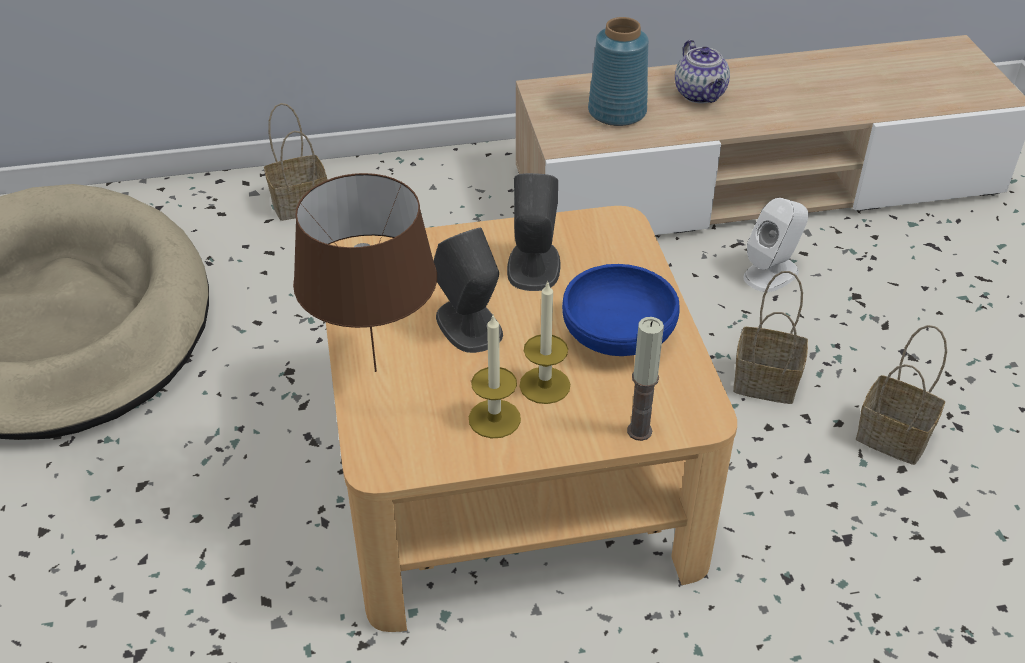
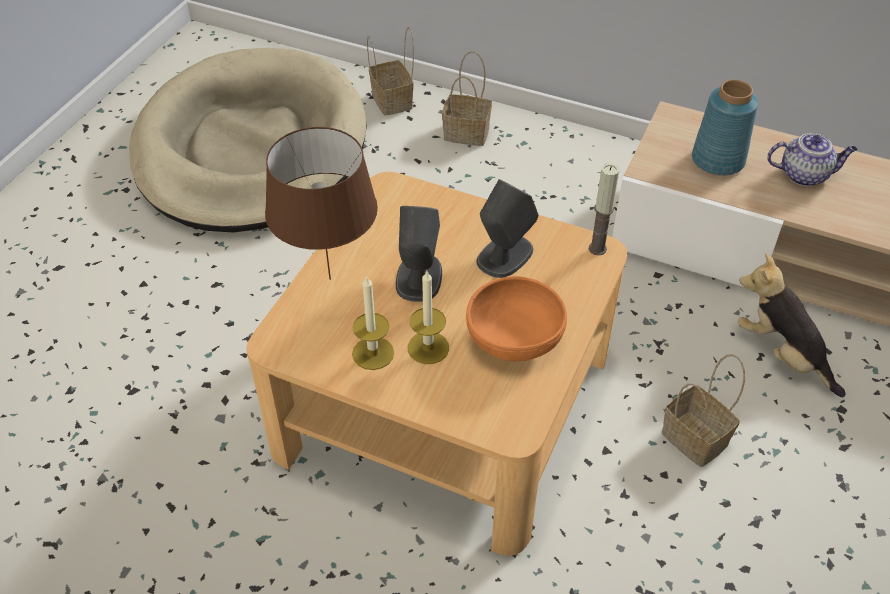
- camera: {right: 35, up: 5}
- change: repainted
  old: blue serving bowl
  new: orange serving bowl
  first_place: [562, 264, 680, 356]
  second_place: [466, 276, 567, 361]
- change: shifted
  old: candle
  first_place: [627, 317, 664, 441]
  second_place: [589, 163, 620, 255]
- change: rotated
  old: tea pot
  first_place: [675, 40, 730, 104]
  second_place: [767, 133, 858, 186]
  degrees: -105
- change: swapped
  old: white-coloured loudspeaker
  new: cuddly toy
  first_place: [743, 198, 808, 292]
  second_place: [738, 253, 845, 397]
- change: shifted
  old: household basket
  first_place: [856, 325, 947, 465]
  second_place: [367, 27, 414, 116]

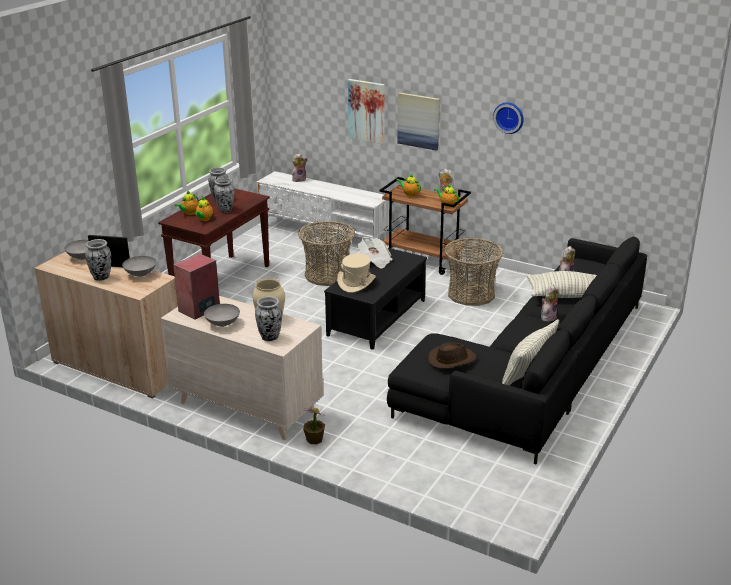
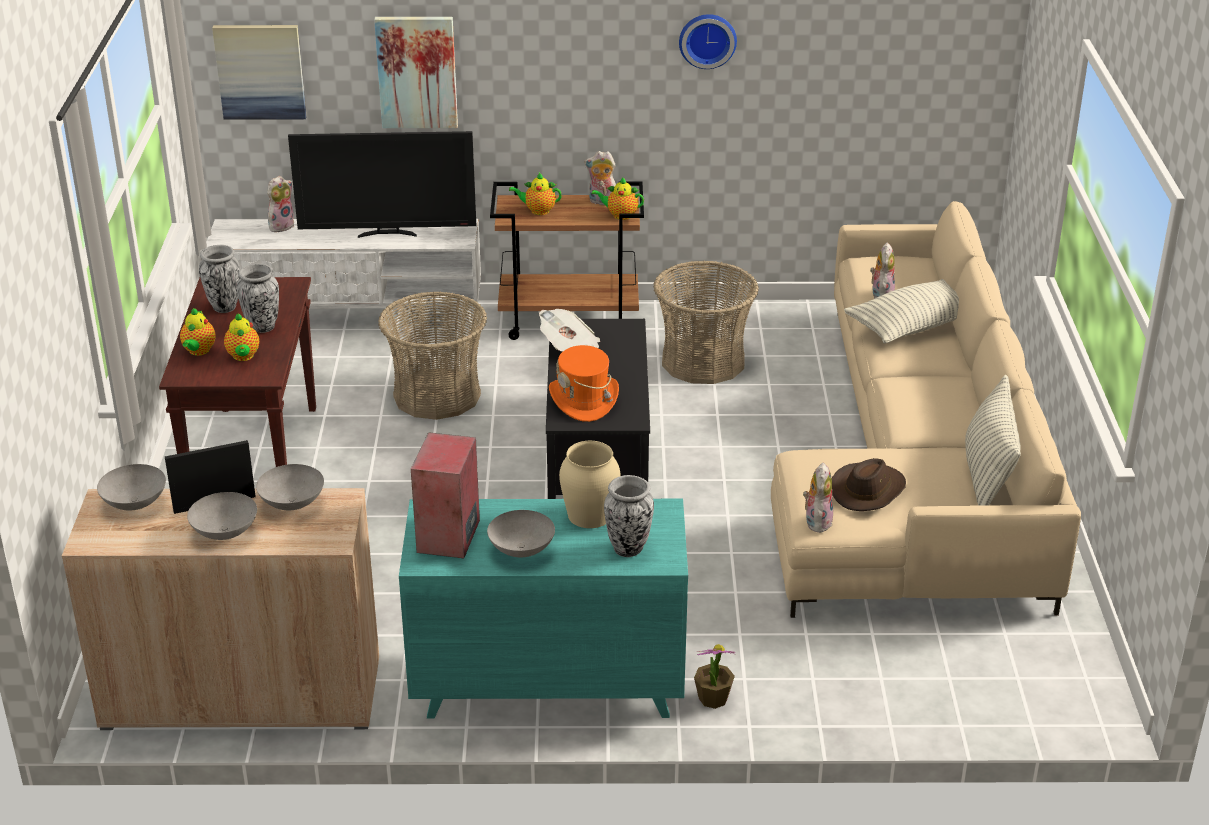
- camera: {right: -30, up: 5}
- change: swapped
  old: decorative vase
  new: grey serving bowl
  first_place: [85, 239, 111, 281]
  second_place: [187, 492, 257, 540]
- change: repainted
  old: beige drawer chest
  new: turquoise drawer chest
  first_place: [160, 296, 323, 440]
  second_place: [399, 499, 688, 719]
- change: repainted
  old: beige wearable hat
  new: orange wearable hat
  first_place: [337, 254, 376, 293]
  second_place: [549, 345, 619, 422]
- change: repainted
  old: black sofa
  new: beige sofa
  first_place: [387, 237, 647, 464]
  second_place: [771, 201, 1081, 618]
- change: shifted
  old: wall picture
  first_place: [397, 92, 440, 151]
  second_place: [212, 25, 307, 120]
- change: shifted
  old: cuddly toy
  first_place: [541, 285, 558, 322]
  second_place: [803, 462, 833, 533]
- change: new
  new: TV
  second_place: [288, 131, 476, 238]

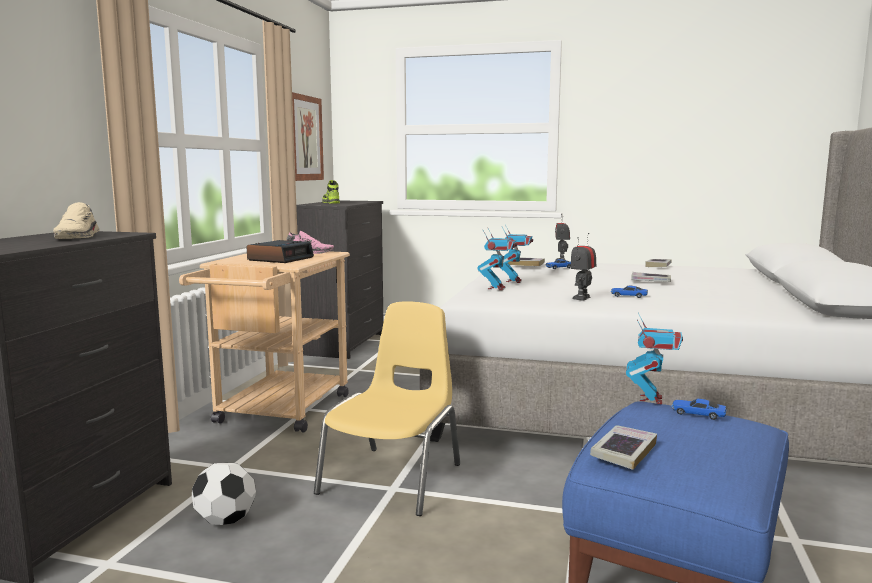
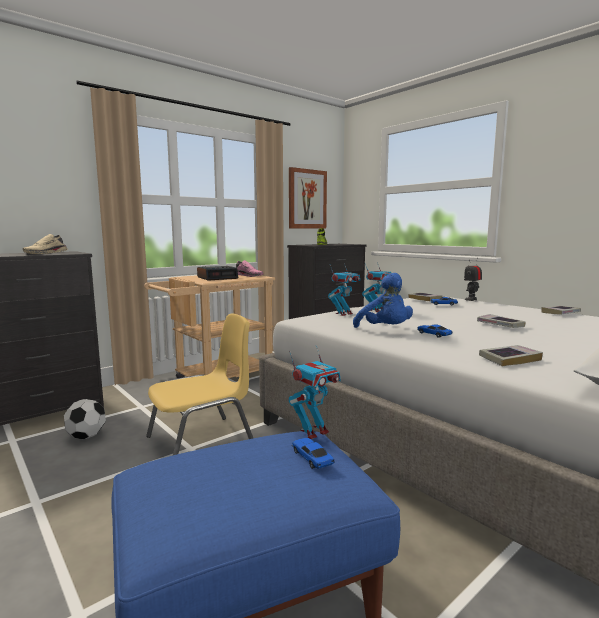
- camera: {right: 35, up: 0}
- change: swapped
  old: robot figure
  new: blue cuddly toy
  first_place: [571, 233, 596, 301]
  second_place: [353, 273, 413, 328]
- change: shifted
  old: bound book
  first_place: [590, 425, 657, 470]
  second_place: [479, 345, 543, 366]

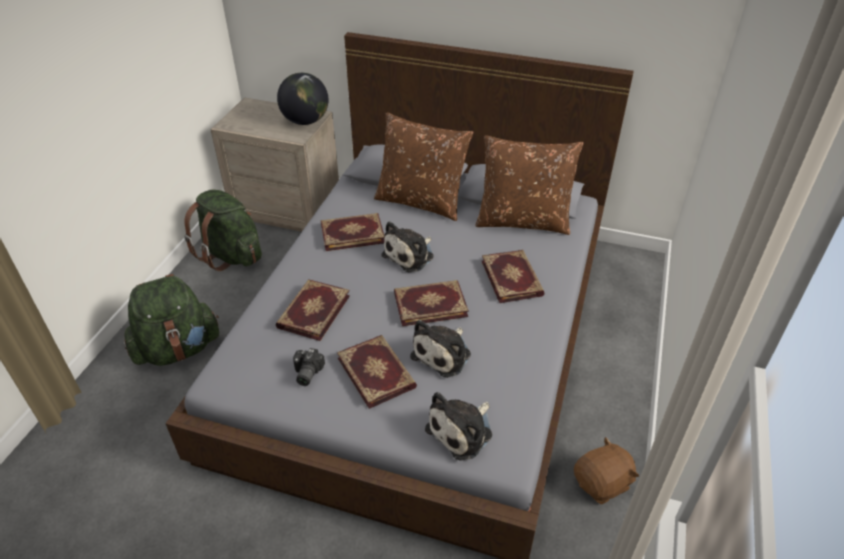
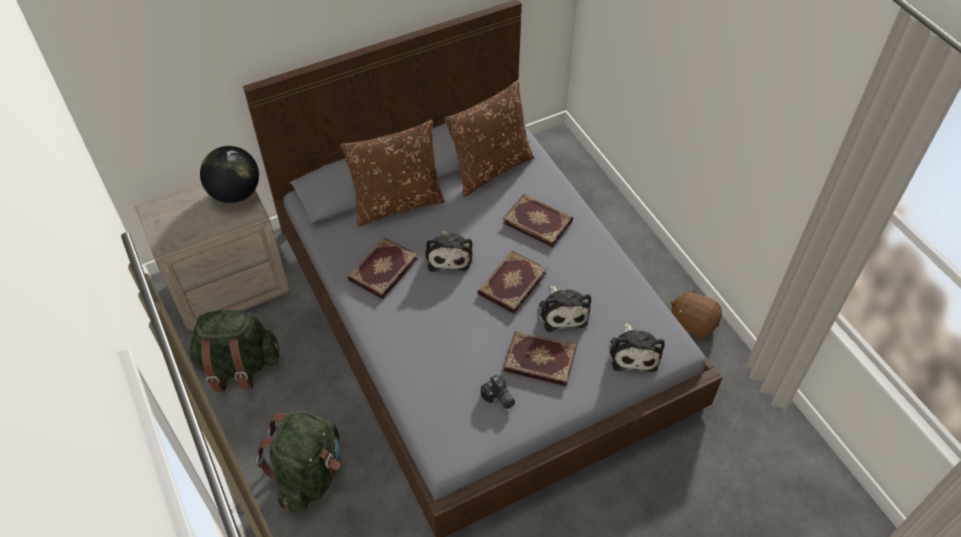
- camera: {right: -45, up: 10}
- change: gone
  old: bound book
  first_place: [276, 279, 350, 341]
- change: rotated
  old: brown cuddly toy
  first_place: [574, 437, 639, 504]
  second_place: [671, 288, 722, 339]
  degrees: -75

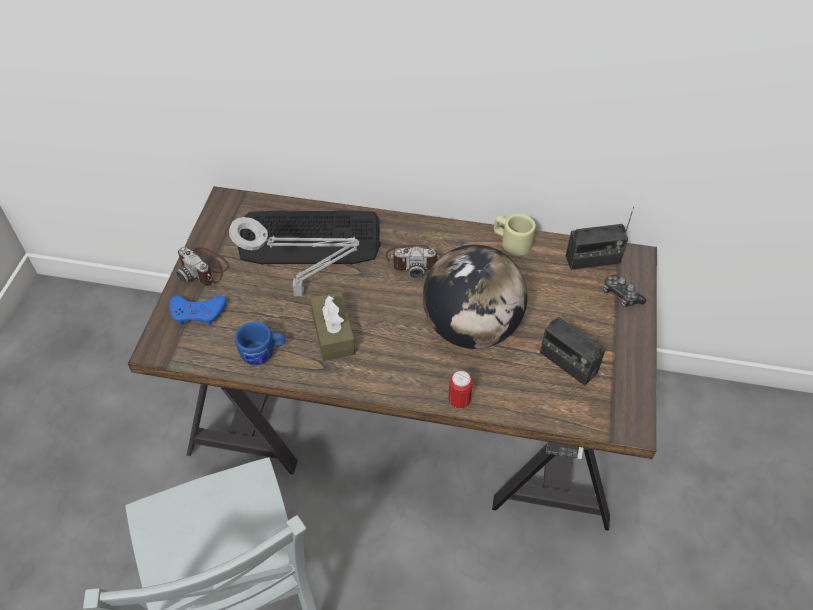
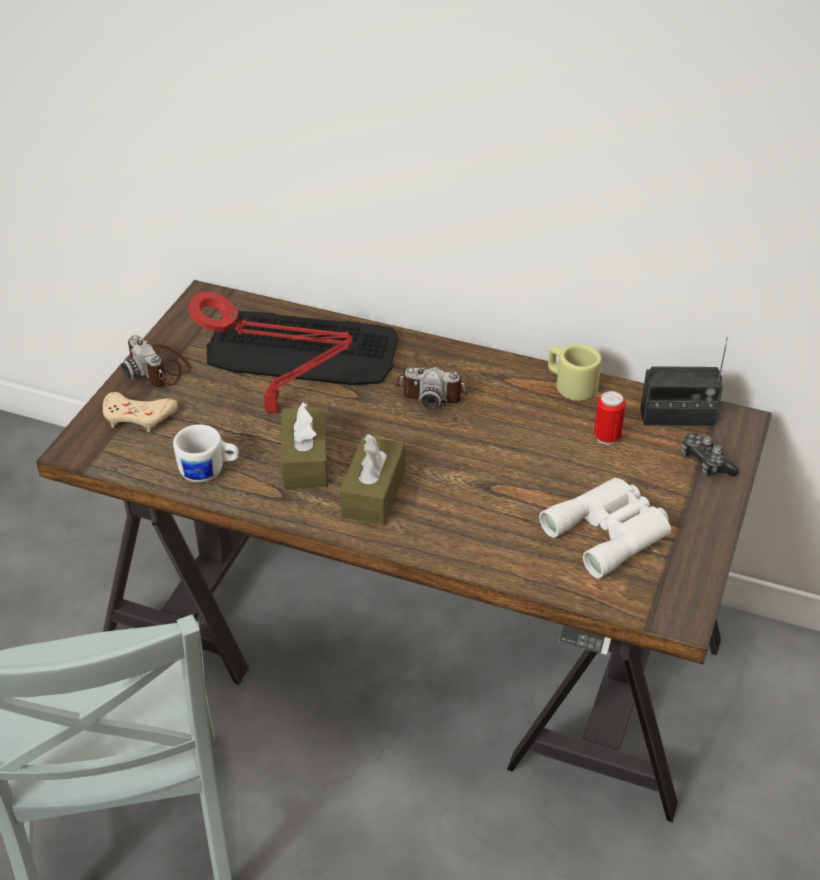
- camera: {right: 10, up: -10}
- change: repainted
  old: blue gamepad
  new: beige gamepad
  first_place: [169, 295, 227, 326]
  second_place: [103, 392, 178, 432]
- change: repainted
  old: grey lamp for a table
  new: reddish lamp for a table
  first_place: [229, 217, 359, 296]
  second_place: [188, 292, 353, 414]
- change: repainted
  old: blue tea mug
  new: white-coloured tea mug
  first_place: [235, 322, 285, 365]
  second_place: [173, 424, 239, 483]
- change: gone
  old: world globe
  first_place: [423, 245, 527, 349]
- change: shifted
  old: metal can
  first_place: [448, 371, 473, 409]
  second_place: [594, 391, 626, 445]
- change: swapped
  old: radio receiver
  new: white-coloured pair of binoculars
  first_place: [540, 317, 605, 386]
  second_place: [539, 478, 671, 578]
- change: new
  new: brown tissue holder
  second_place: [340, 434, 405, 525]

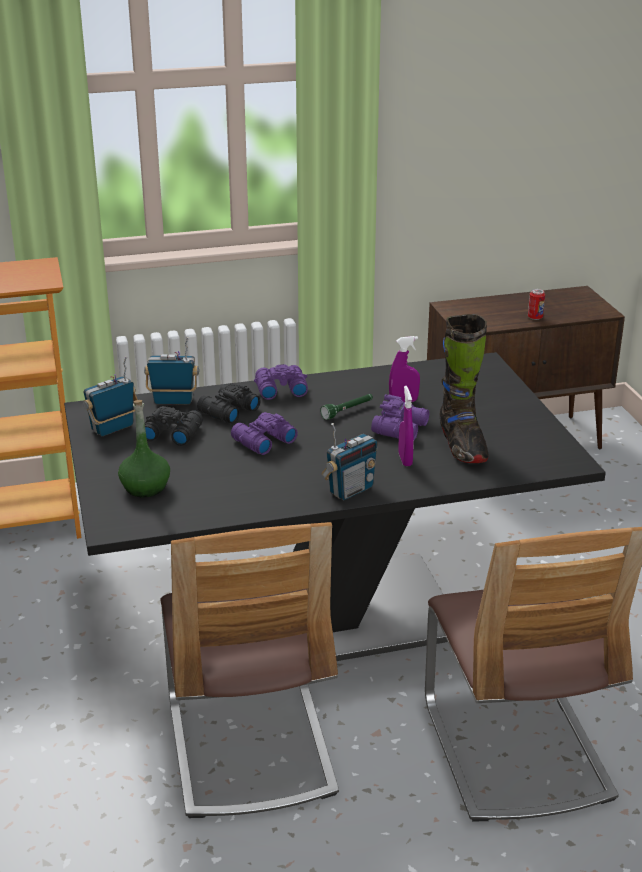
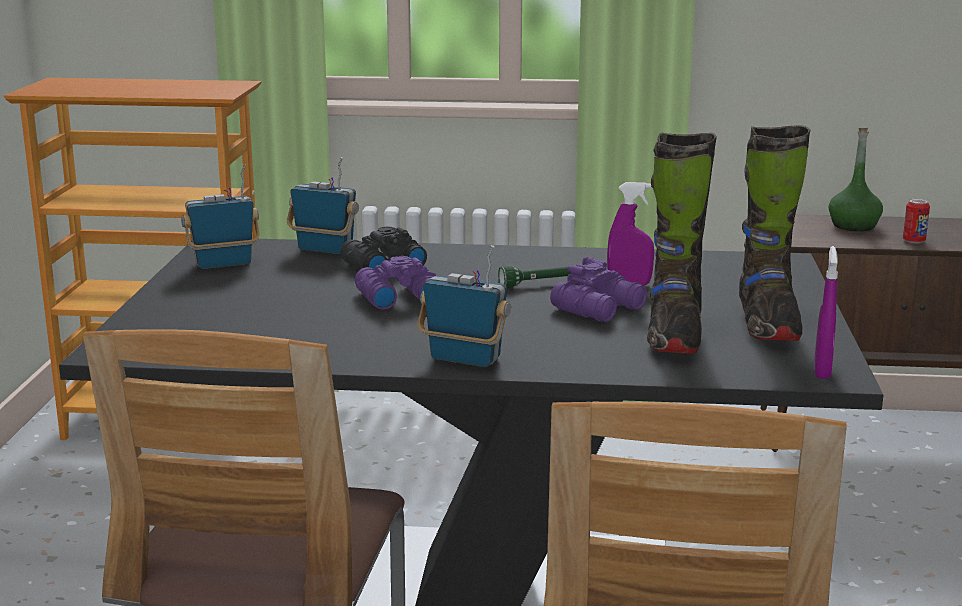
- camera: {right: 20, up: -10}
- change: shifted
  old: greenish bottle
  first_place: [118, 400, 170, 497]
  second_place: [829, 128, 883, 231]
- change: gone
  old: black pair of binoculars
  first_place: [145, 406, 203, 446]
- change: gone
  old: purple-coloured pair of binoculars
  first_place: [254, 364, 308, 400]
- change: rotated
  old: radio receiver
  first_place: [321, 423, 378, 500]
  second_place: [417, 245, 511, 367]
  degrees: -135
- change: shifted
  old: purple-coloured hand sprayer
  first_place: [399, 386, 414, 466]
  second_place: [814, 246, 838, 379]
- change: new
  new: black tall boot
  second_place: [739, 125, 810, 341]

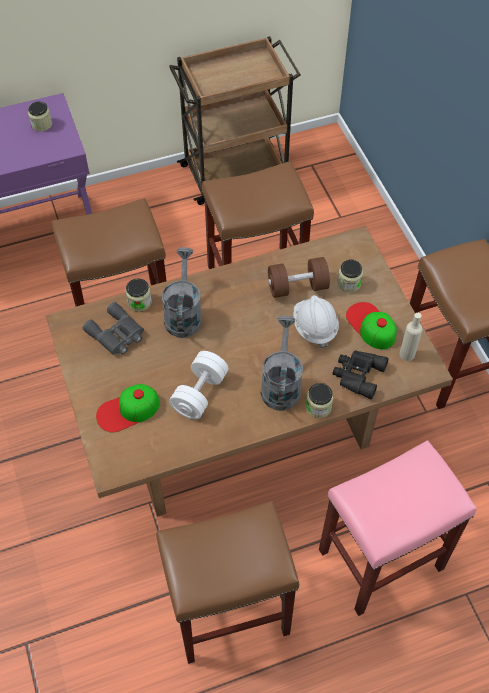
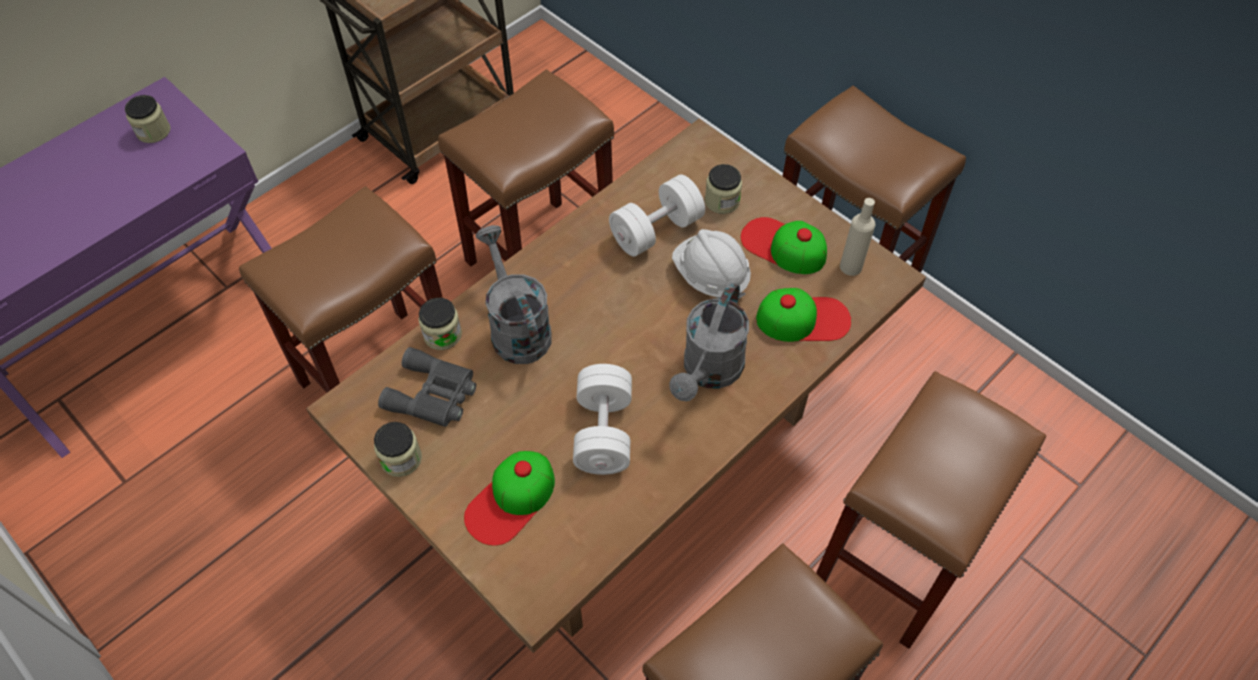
- camera: {right: -25, up: 0}
- change: rotated
  old: grey watering can
  first_place: [261, 316, 303, 411]
  second_place: [670, 282, 749, 401]
  degrees: -135
- change: repainted
  old: brown hand weight
  new: white-coloured hand weight
  first_place: [268, 257, 330, 298]
  second_place: [609, 174, 705, 257]
- change: shifted
  old: jar
  first_place: [306, 383, 333, 418]
  second_place: [374, 422, 422, 477]
- change: repainted
  old: pink stool seat
  new: brown stool seat
  first_place: [319, 440, 477, 616]
  second_place: [816, 371, 1046, 649]
- change: swapped
  old: black pair of binoculars
  new: peaked cap
  first_place: [332, 350, 389, 399]
  second_place: [756, 288, 851, 342]

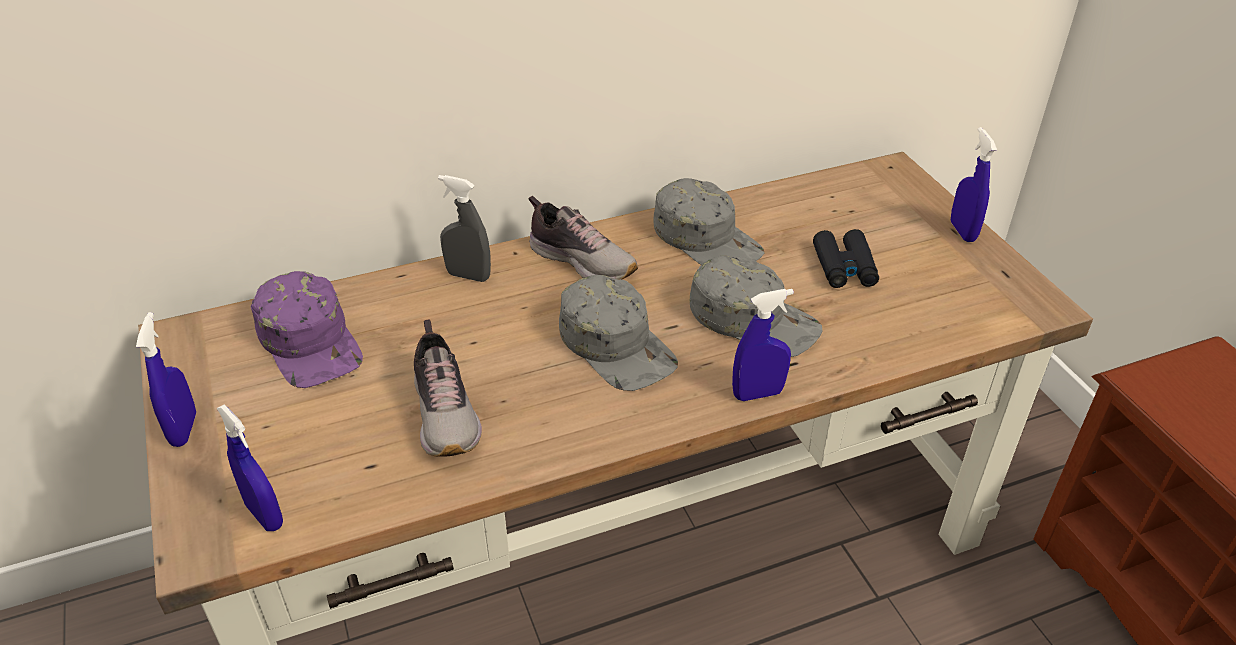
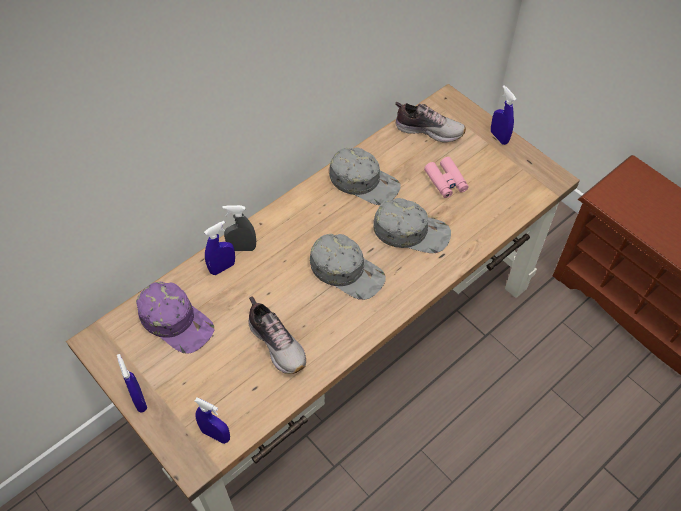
- camera: {right: -20, up: 15}
- change: shifted
  old: shoe
  first_place: [529, 196, 638, 280]
  second_place: [395, 102, 466, 143]
- change: shifted
  old: blue hand sprayer
  first_place: [732, 289, 794, 401]
  second_place: [204, 221, 235, 275]
- change: repainted
  old: black pair of binoculars
  new: pink pair of binoculars
  first_place: [813, 229, 879, 288]
  second_place: [424, 157, 469, 198]

